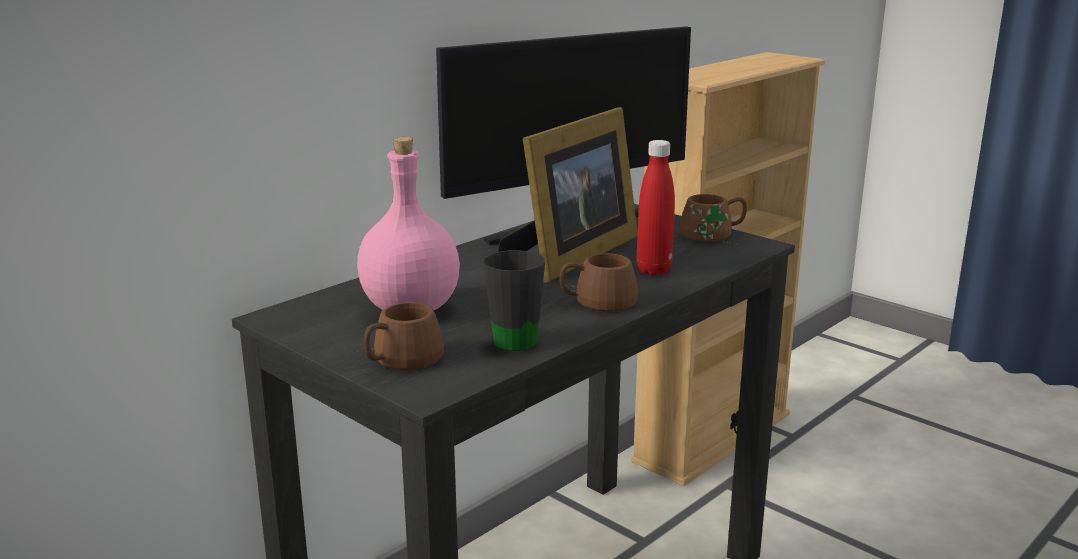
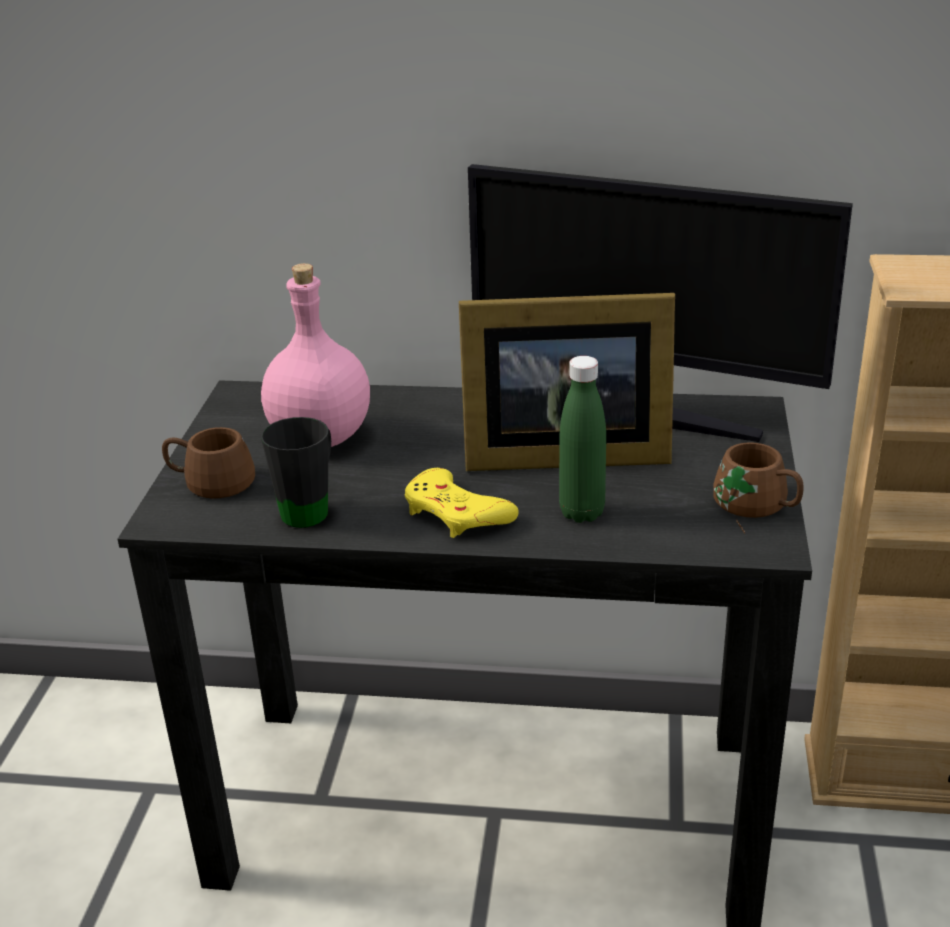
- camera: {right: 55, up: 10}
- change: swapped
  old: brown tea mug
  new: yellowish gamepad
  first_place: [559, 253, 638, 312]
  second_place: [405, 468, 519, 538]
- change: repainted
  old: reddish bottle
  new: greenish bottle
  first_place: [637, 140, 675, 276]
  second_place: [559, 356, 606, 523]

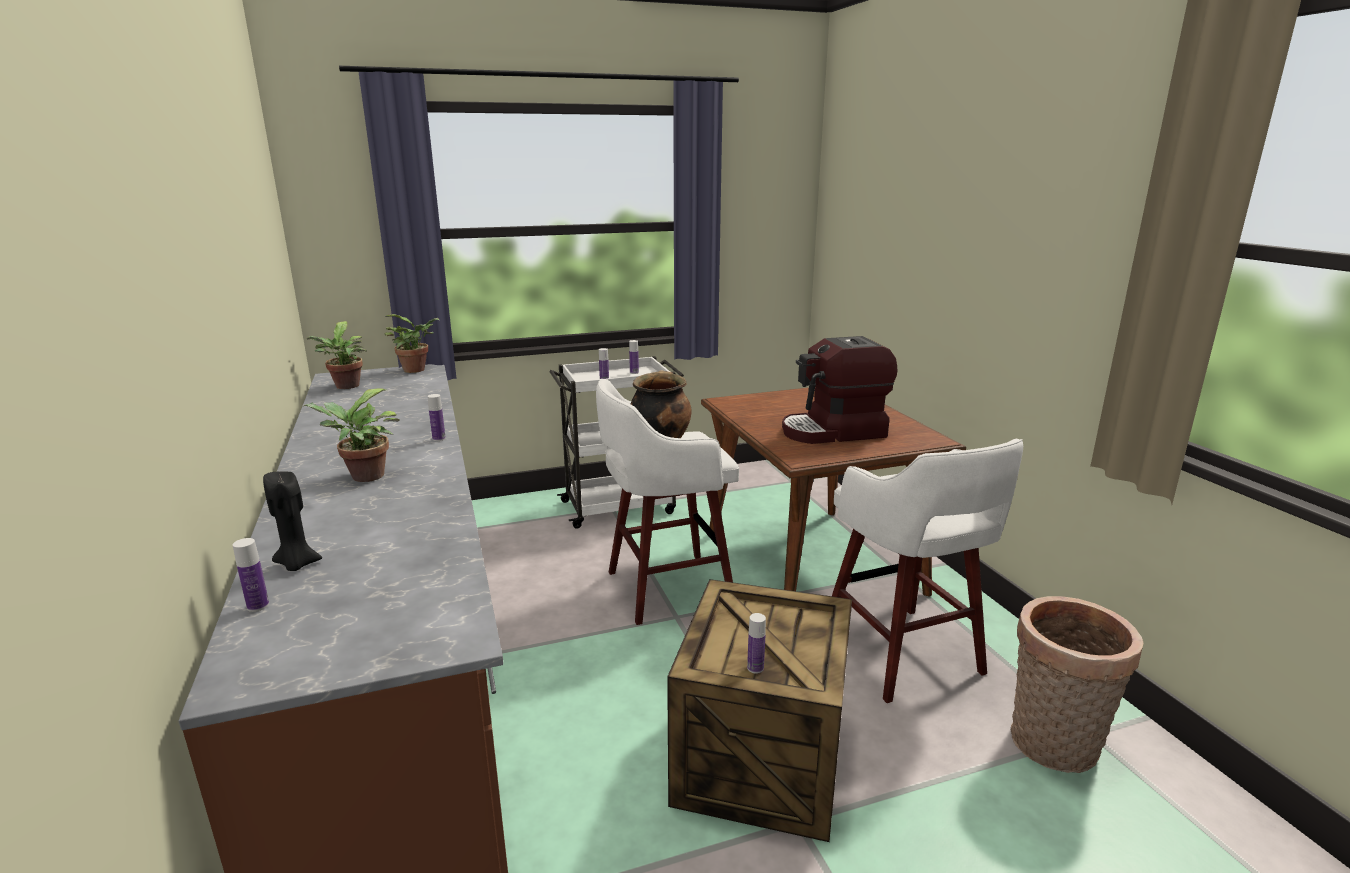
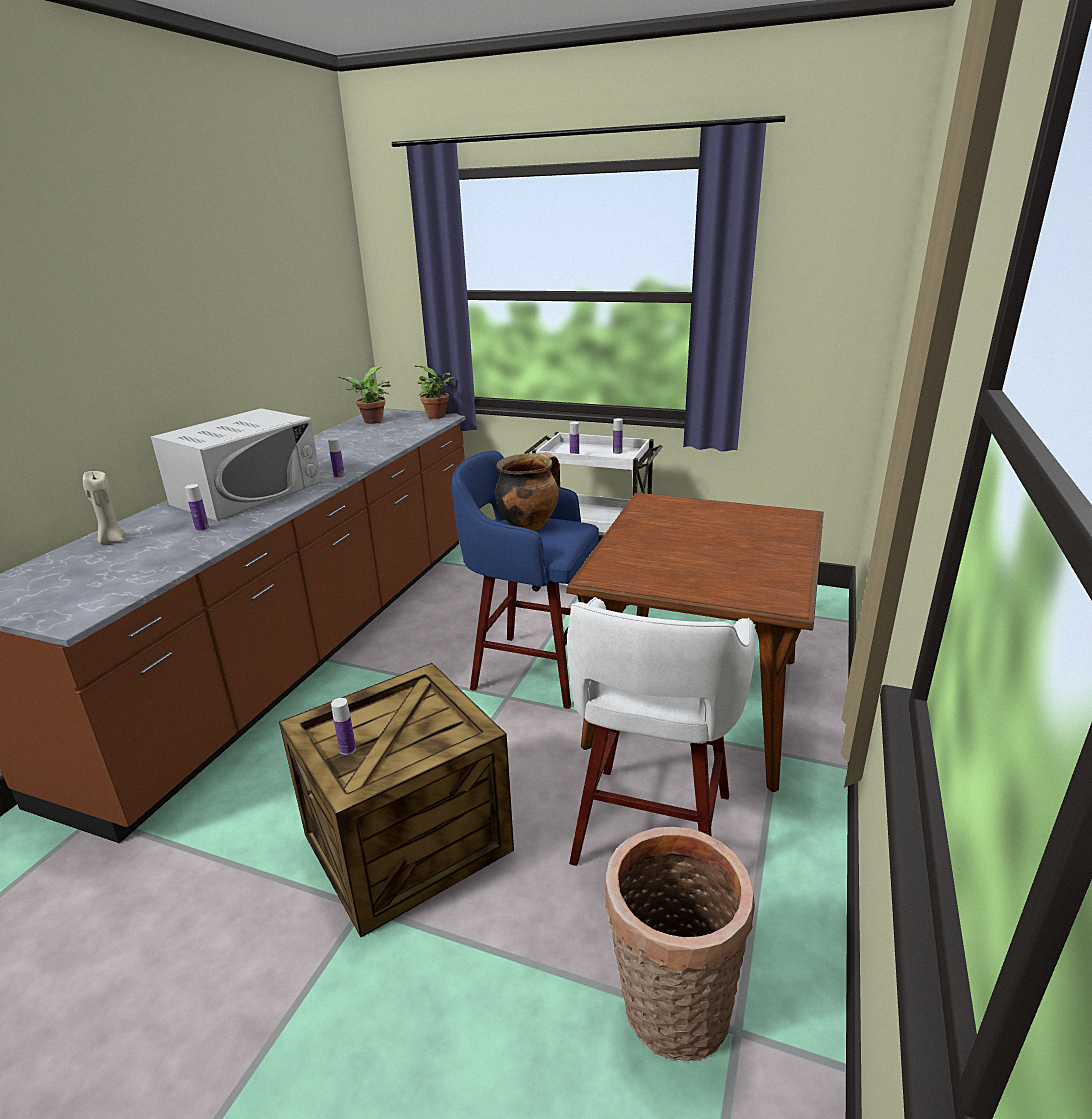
- camera: {right: 40, up: 5}
- change: shifted
  old: bottle
  first_place: [233, 538, 269, 612]
  second_place: [185, 484, 209, 532]
- change: repainted
  old: black candle
  new: beige candle
  first_place: [263, 472, 322, 571]
  second_place: [83, 471, 126, 544]
- change: swapped
  old: houseplant
  new: white-coloured microwave oven
  first_place: [304, 389, 400, 482]
  second_place: [151, 408, 321, 521]
- change: repainted
  old: white-coloured stool seat
  new: blue stool seat
  first_place: [596, 379, 739, 625]
  second_place: [451, 450, 599, 709]
- change: gone
  old: coffee maker
  first_place: [782, 336, 898, 444]

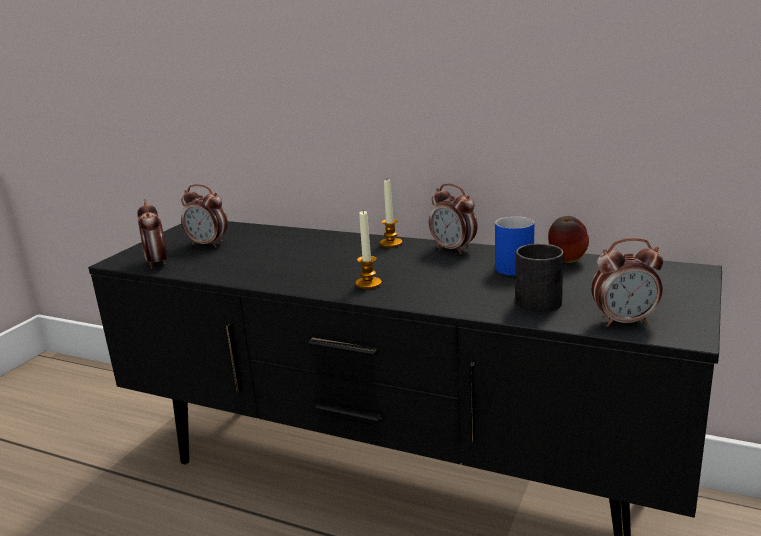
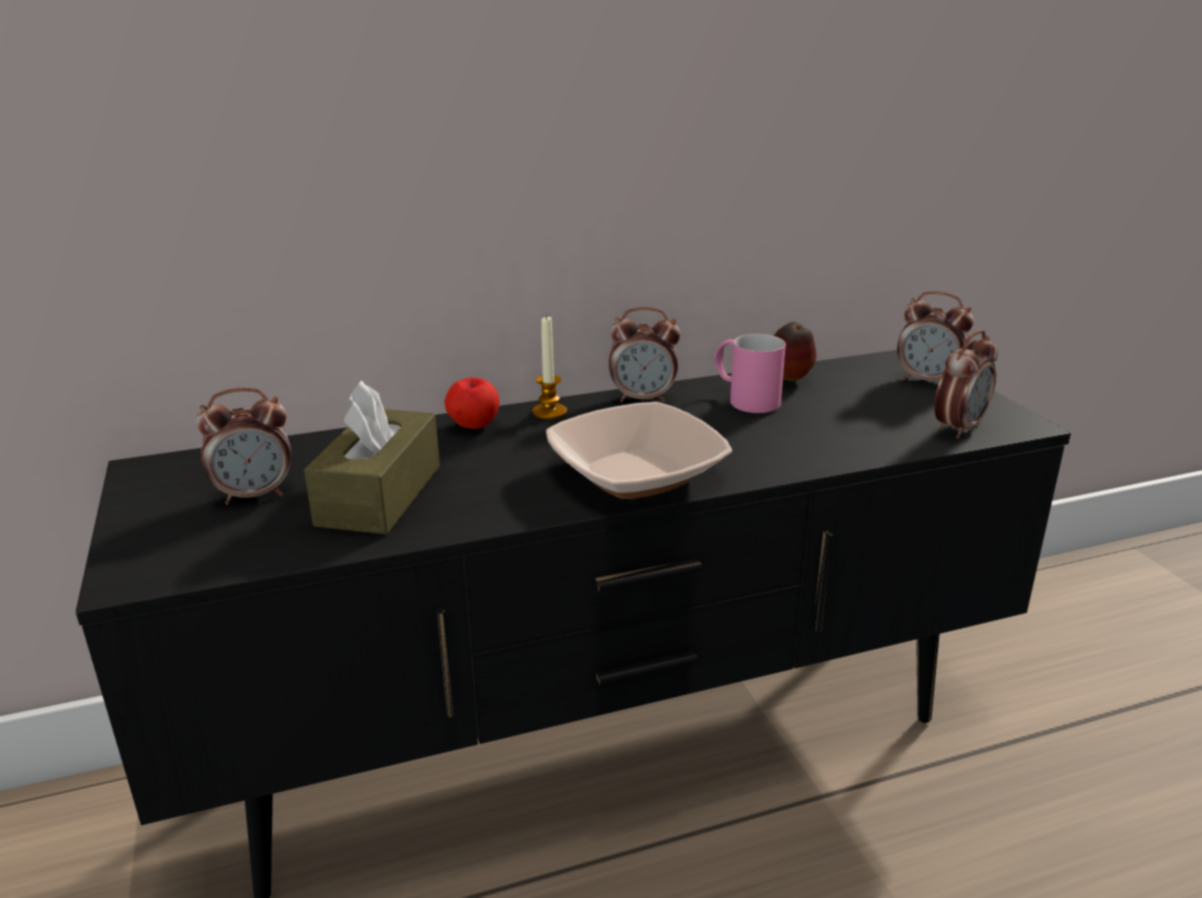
- camera: {right: -45, up: 5}
- change: shifted
  old: table clock
  first_place: [137, 199, 167, 269]
  second_place: [897, 291, 974, 381]
- change: swapped
  old: candle
  new: serving bowl
  first_place: [356, 211, 382, 289]
  second_place: [546, 402, 732, 499]
- change: repainted
  old: blue tea mug
  new: pink tea mug
  first_place: [495, 216, 535, 276]
  second_place: [714, 334, 786, 413]
- change: gone
  old: black tea mug
  first_place: [516, 244, 564, 313]
- change: new
  new: brown tissue holder
  second_place: [304, 380, 440, 534]
- change: new
  new: whole apple
  second_place: [444, 378, 499, 429]

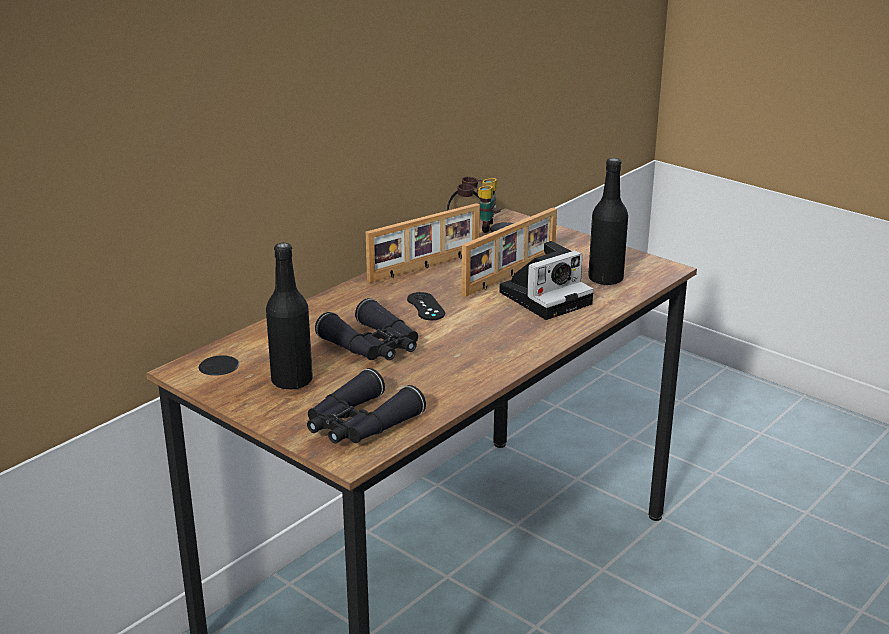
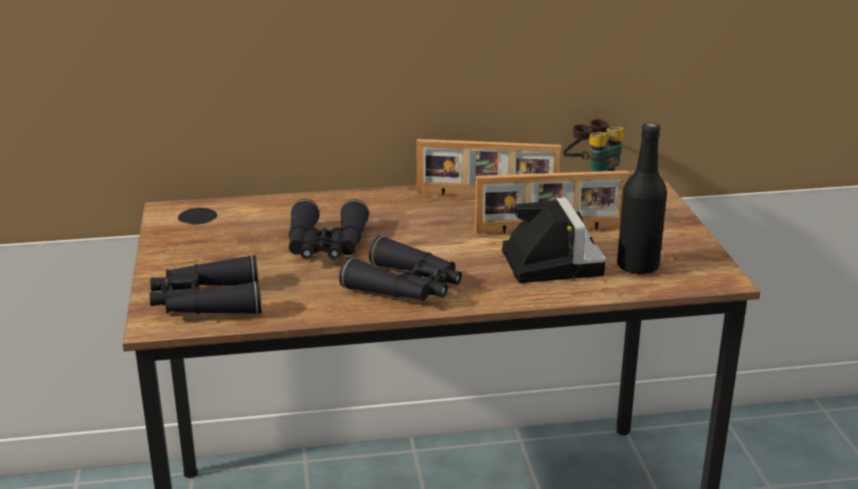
- camera: {right: 40, up: 0}
- change: gone
  old: black bottle
  first_place: [266, 243, 313, 389]
- change: gone
  old: black gamepad
  first_place: [407, 292, 445, 320]
- change: rotated
  old: photo camera
  first_place: [499, 241, 594, 320]
  second_place: [502, 197, 606, 283]
  degrees: -105
- change: new
  new: black pair of binoculars
  second_place: [339, 236, 462, 301]

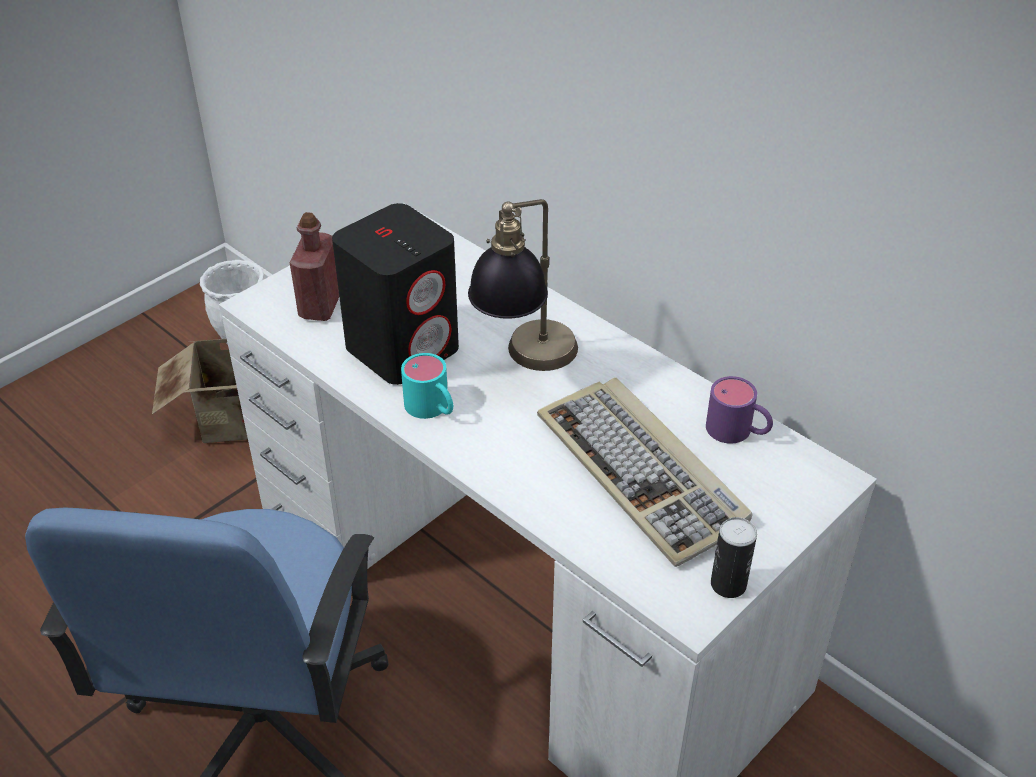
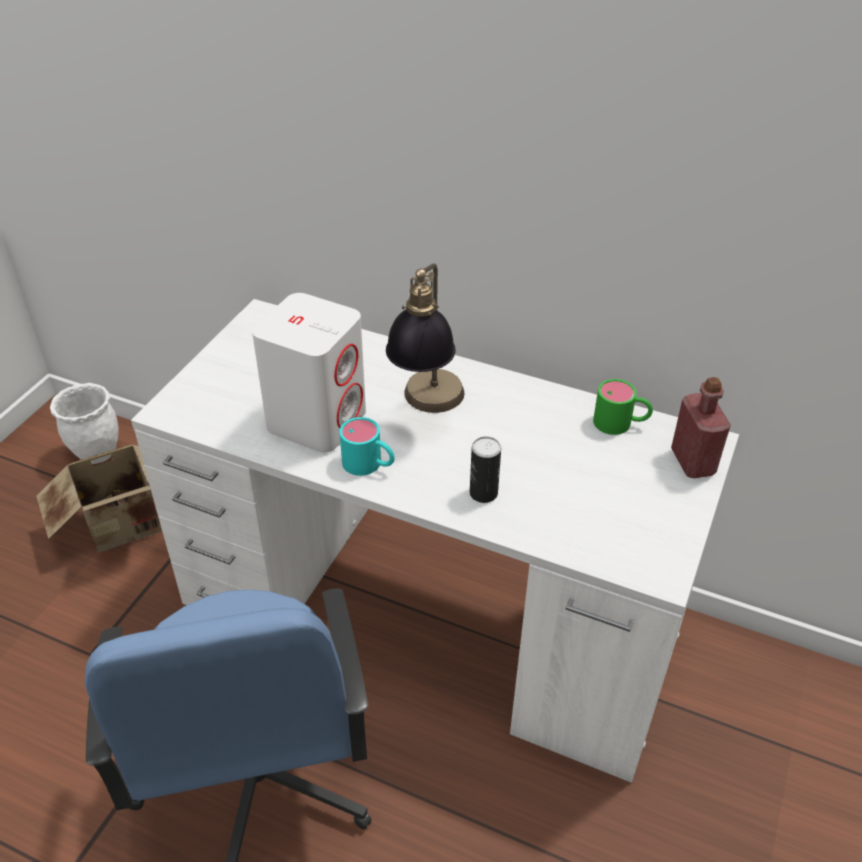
- camera: {right: -20, up: 0}
- change: shifted
  old: reddish bottle
  first_place: [290, 212, 339, 321]
  second_place: [671, 377, 731, 478]
- change: repainted
  old: black loudspeaker
  new: white-coloured loudspeaker
  first_place: [332, 203, 459, 385]
  second_place: [252, 293, 366, 453]
- change: gone
  old: PC keyboard
  first_place: [537, 377, 752, 567]
- change: repainted
  old: purple-coloured tea mug
  new: greenish tea mug
  first_place: [706, 376, 773, 444]
  second_place: [593, 379, 653, 435]
- change: shifted
  old: metal can
  first_place: [711, 517, 757, 598]
  second_place: [470, 437, 501, 503]

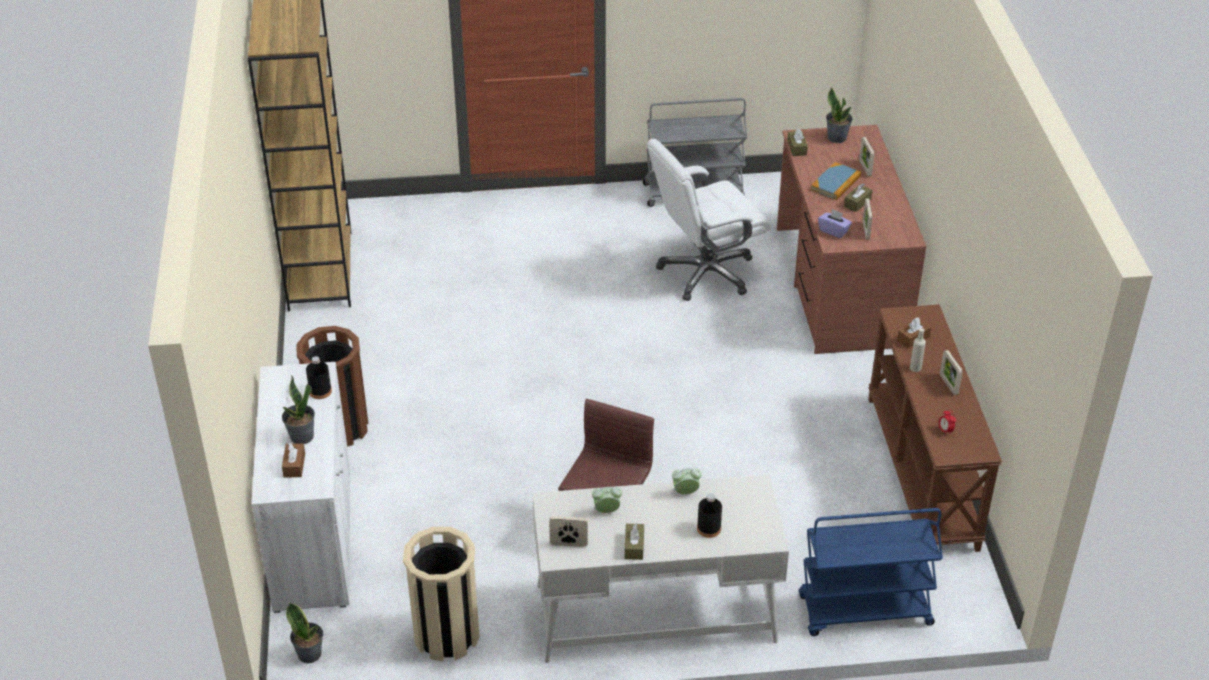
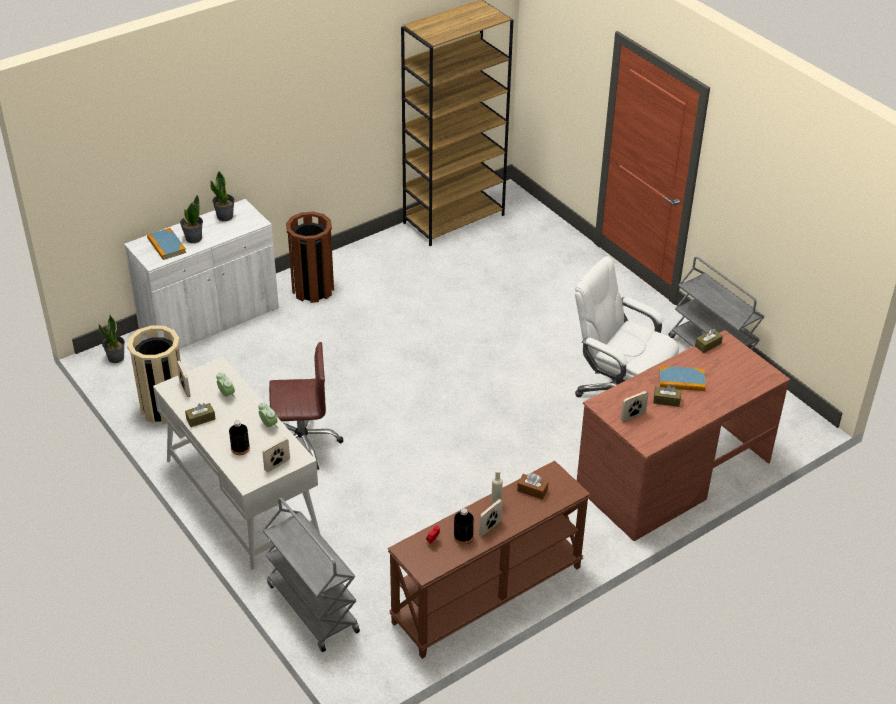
- camera: {right: 60, up: 0}
- change: swapped
  old: brown tissue holder
  new: bound book
  first_place: [282, 443, 305, 477]
  second_place: [147, 228, 186, 260]
- change: shifted
  old: black bottle
  first_place: [306, 356, 332, 399]
  second_place: [453, 508, 474, 545]
- change: repainted
  old: blue wheeled cart
  new: grey wheeled cart
  first_place: [799, 508, 943, 636]
  second_place: [263, 498, 360, 652]
- change: gone
  old: purple-coloured tissue holder
  first_place: [818, 209, 852, 238]
- change: shifted
  old: houseplant
  first_place: [826, 88, 853, 143]
  second_place: [210, 172, 235, 221]
- change: shifted
  old: standing frame
  first_place: [859, 137, 875, 176]
  second_place: [262, 438, 290, 472]

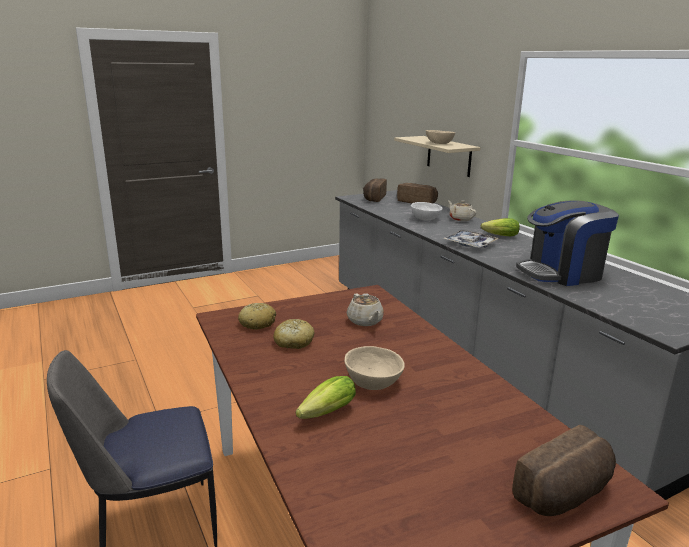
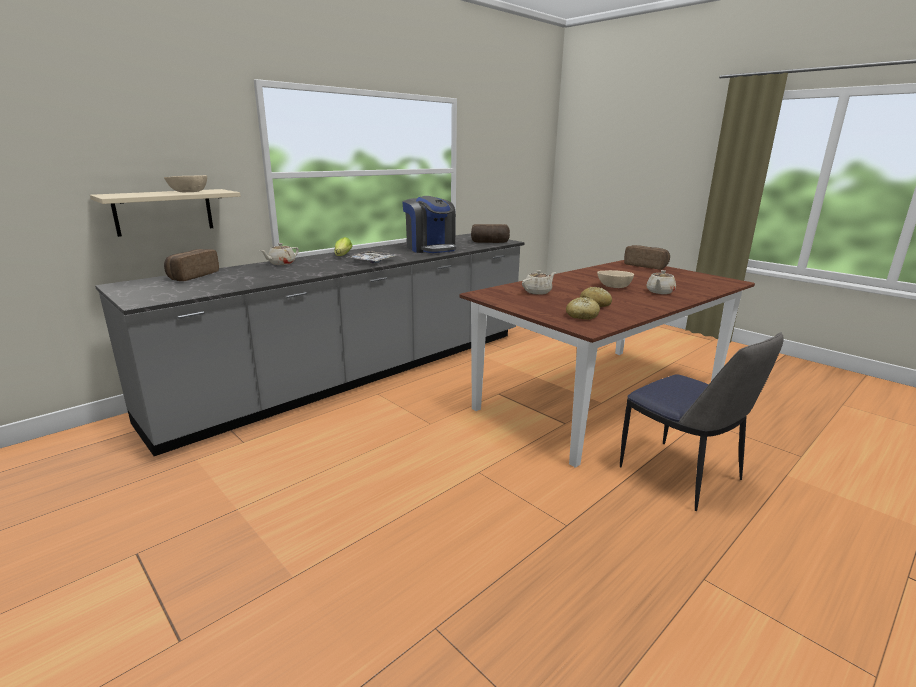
- camera: {right: -105, up: 0}
- change: swapped
  old: lettuce
  new: beige tea pot
  first_place: [296, 376, 356, 419]
  second_place: [647, 270, 676, 294]
- change: shifted
  old: bread
  first_place: [363, 179, 387, 202]
  second_place: [471, 224, 510, 243]
- change: gone
  old: white-coloured serving bowl
  first_place: [411, 202, 443, 221]

